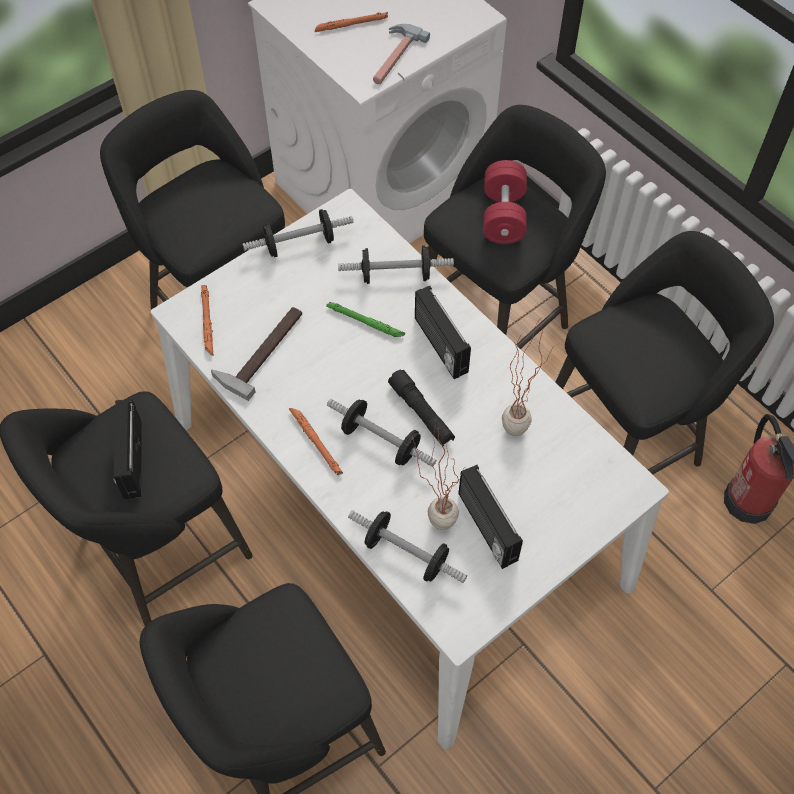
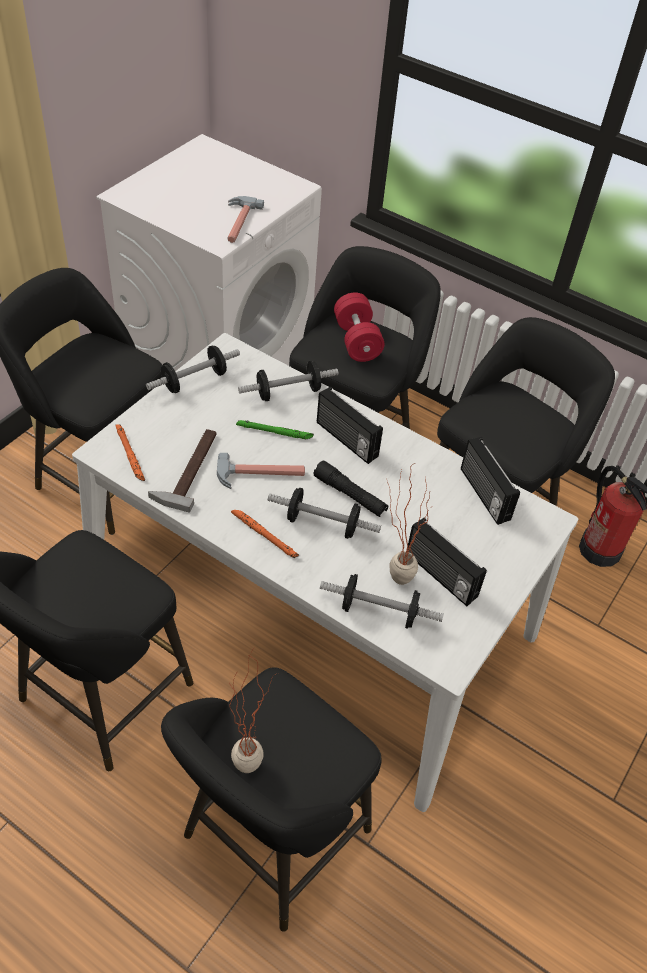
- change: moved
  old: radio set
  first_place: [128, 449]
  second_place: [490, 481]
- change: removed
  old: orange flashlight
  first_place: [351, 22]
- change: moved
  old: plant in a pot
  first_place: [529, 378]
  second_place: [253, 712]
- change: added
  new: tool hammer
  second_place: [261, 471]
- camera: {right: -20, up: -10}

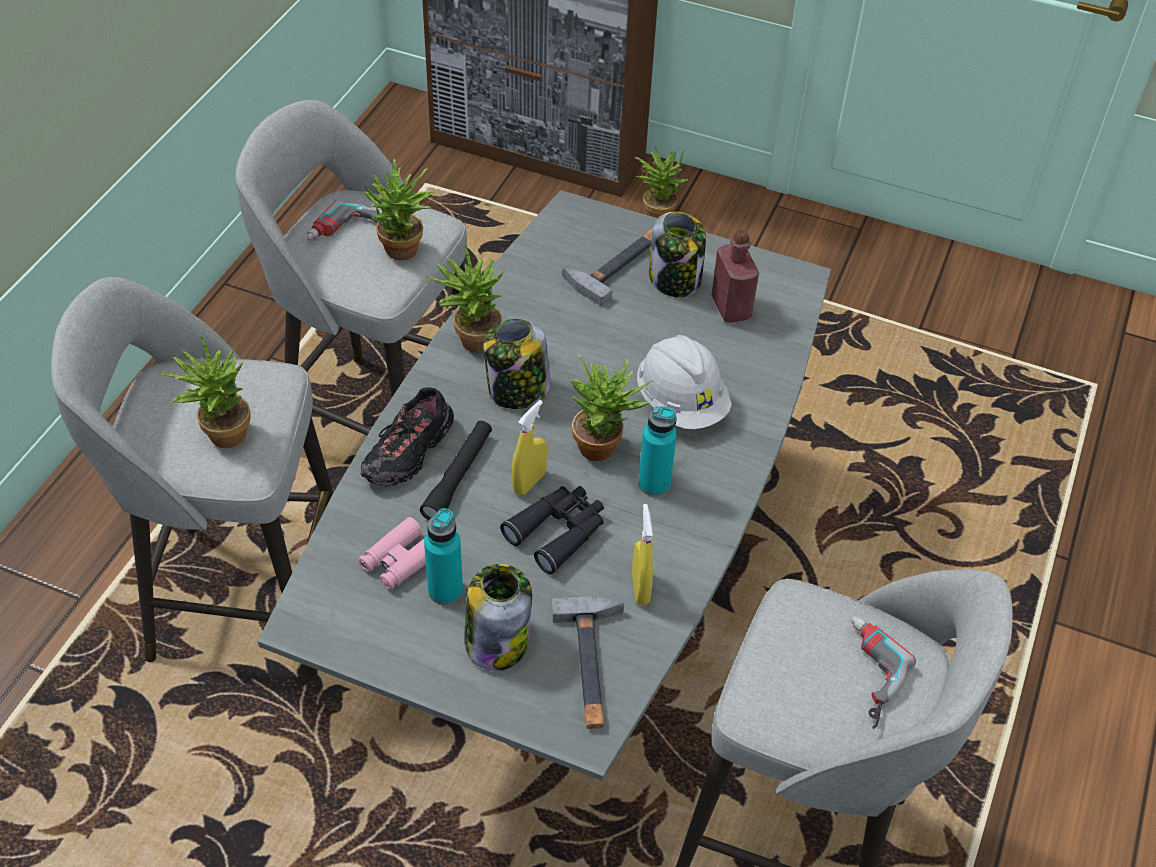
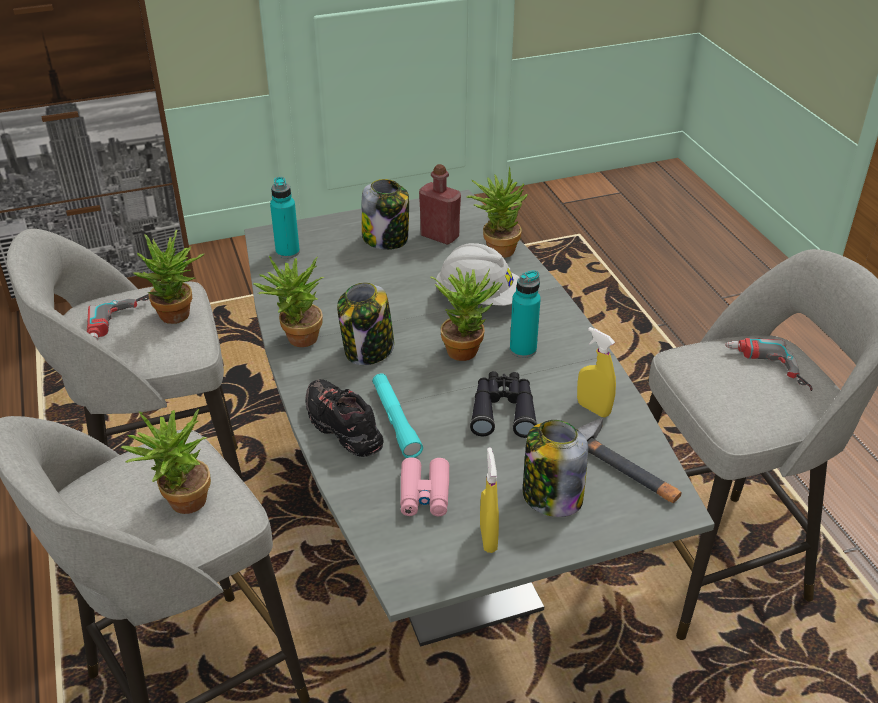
- change: turned
  old: black low shoe
  first_place: [407, 436]
  second_place: [344, 418]
  degrees: 150
- change: recoloured
  old: black flashlight
  new: blue-green flashlight
  first_place: [456, 470]
  second_place: [397, 415]
- change: moved
  old: blue-green bottle
  first_place: [443, 556]
  second_place: [285, 218]
- change: moved
  old: yellow sprayer
  first_place: [529, 447]
  second_place: [489, 500]
- change: removed
  old: tool hammer
  first_place: [607, 267]
- change: moved
  old: plant in a pot
  first_place: [661, 182]
  second_place: [497, 212]
- camera: {right: -40, up: -10}

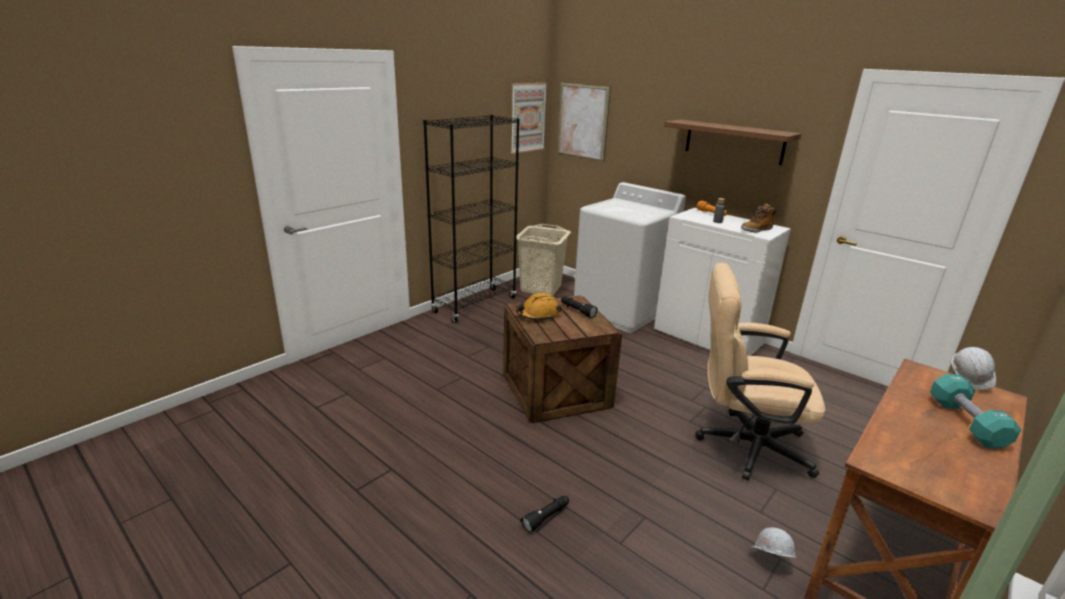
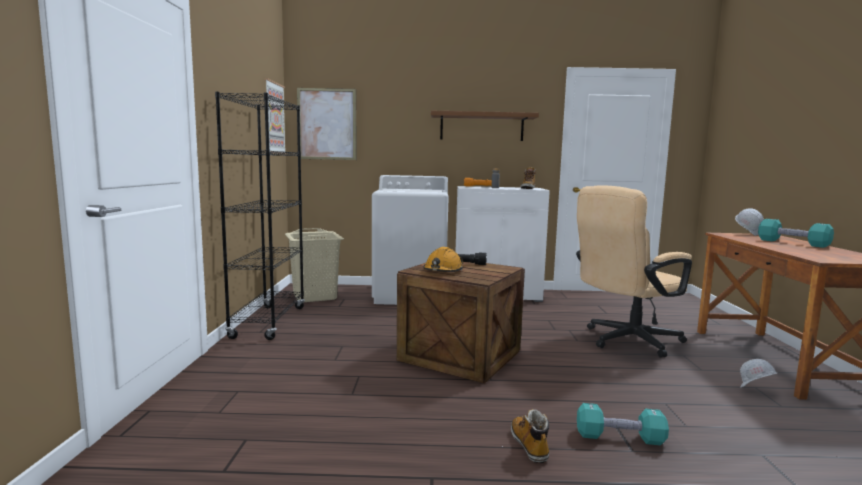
- change: replaced
  old: black flashlight
  new: blue-green hand weight
  first_place: [545, 514]
  second_place: [623, 424]
- change: added
  new: high-top boot
  second_place: [530, 436]
- camera: {right: -40, up: -15}

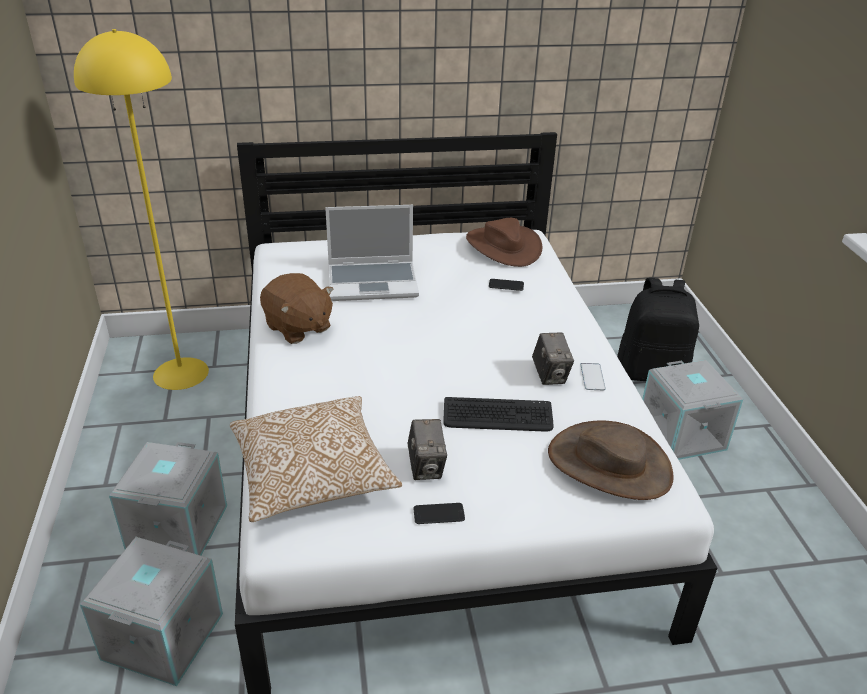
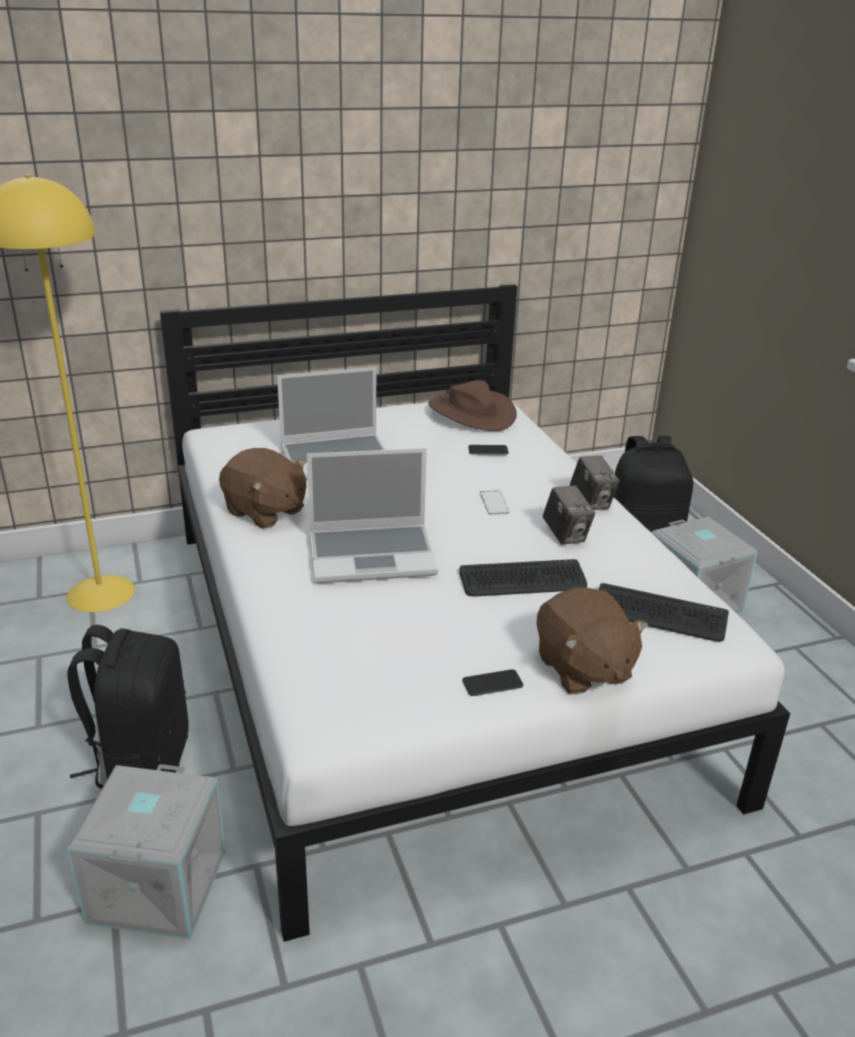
- change: replaced
  old: greyish storage bin
  new: black backpack
  first_place: [168, 498]
  second_place: [128, 707]
- change: removed
  old: throw pillow
  first_place: [316, 459]
- change: moved
  old: photo camera
  first_place: [427, 449]
  second_place: [595, 483]
- change: replaced
  old: brown clothing hat
  new: computer keyboard
  first_place: [611, 460]
  second_place: [663, 612]
- change: moved
  old: phone
  first_place: [593, 377]
  second_place: [494, 502]
- change: added
  new: notebook computer
  second_place: [372, 515]
- change: added
  new: brown cuddly toy
  second_place: [592, 641]
- camera: {right: -10, up: -5}

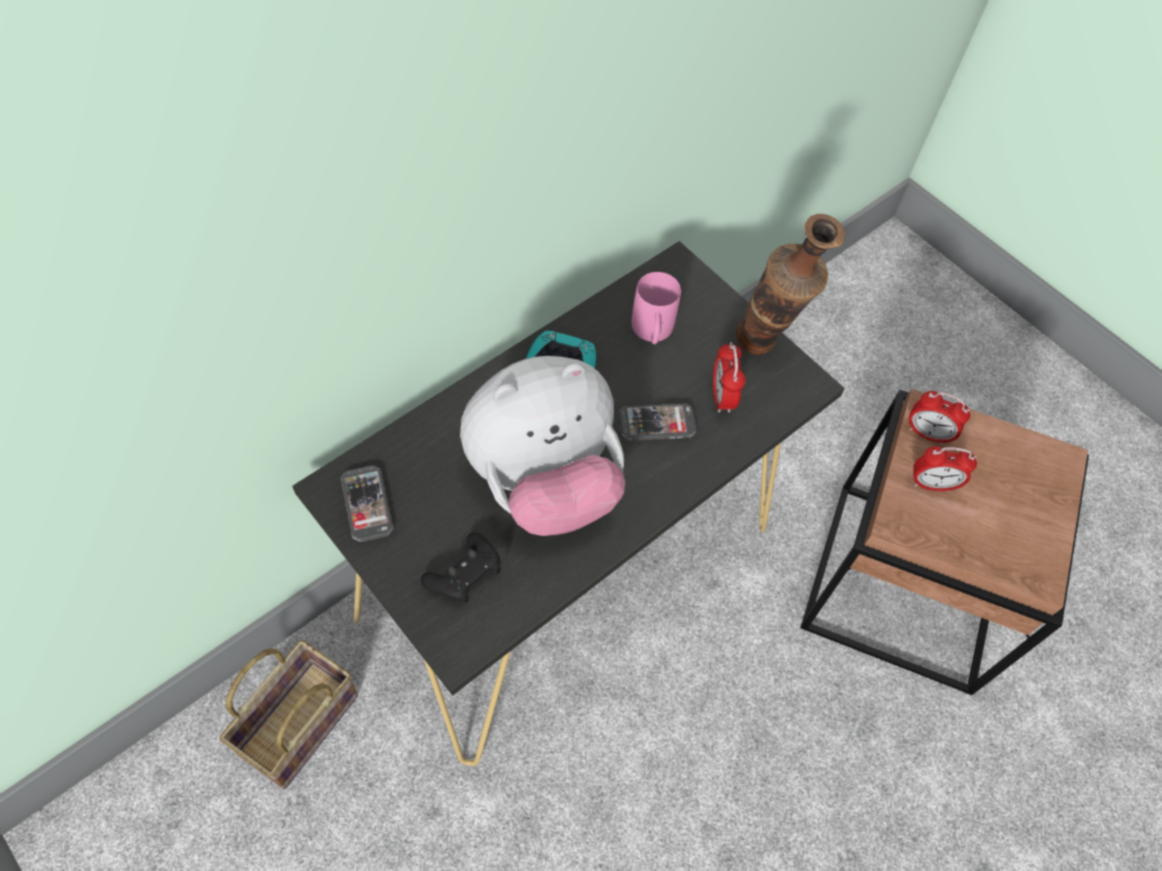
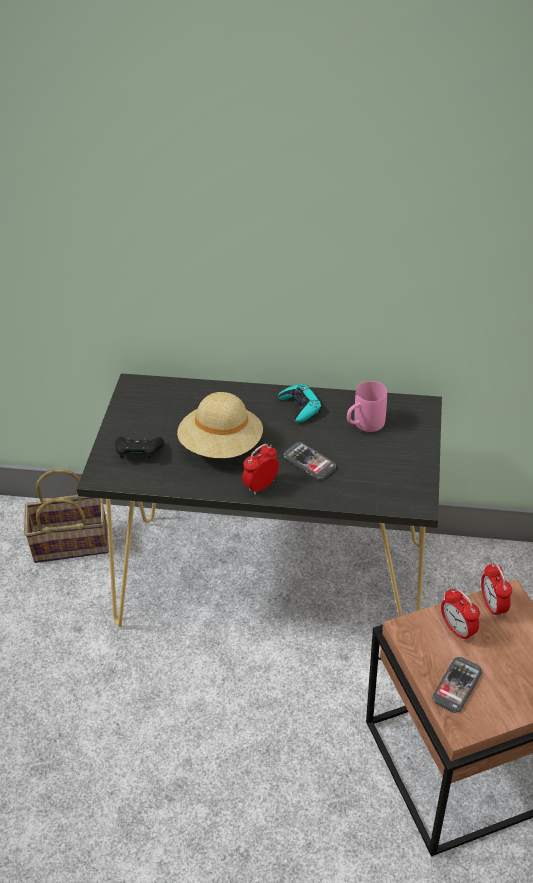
- change: moved
  old: phone
  first_place: [367, 503]
  second_place: [457, 685]
- change: replaced
  old: cuddly toy
  new: beige clothing hat
  first_place: [542, 446]
  second_place: [220, 425]
- change: moved
  old: bedside clock
  first_place: [729, 377]
  second_place: [260, 469]
- change: removed
  old: decorative vase
  first_place: [790, 284]
- camera: {right: 55, up: -15}

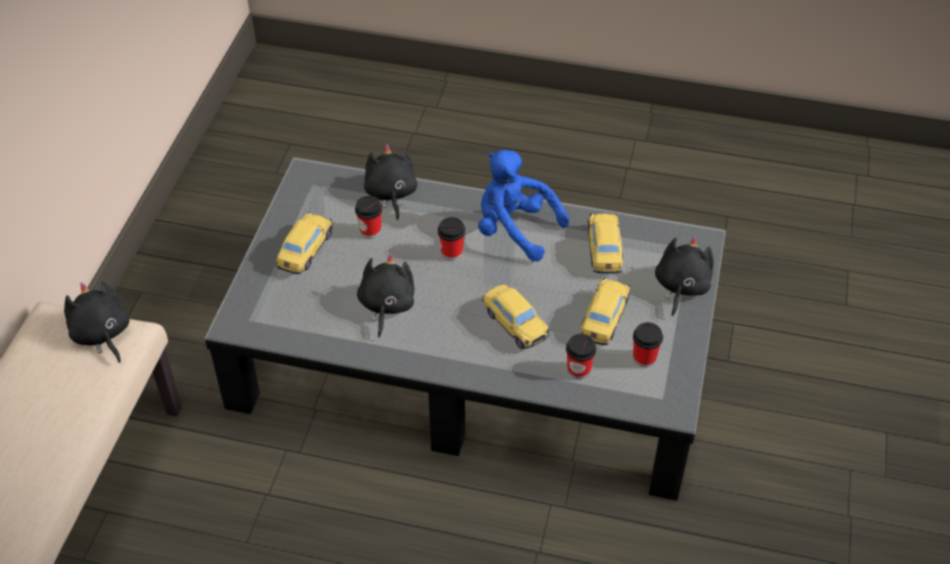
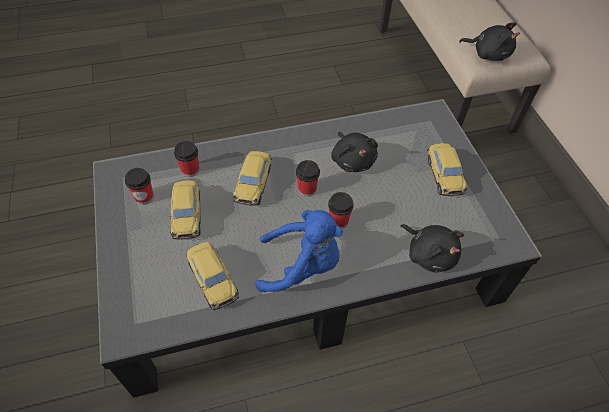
- change: moved
  old: cup
  first_place: [368, 217]
  second_place: [308, 178]
- change: turned
  old: miniature car
  first_place: [516, 316]
  second_place: [252, 178]
  degrees: -105
- change: removed
  old: black cuddly toy
  first_place: [684, 276]
- camera: {right: 150, up: 5}

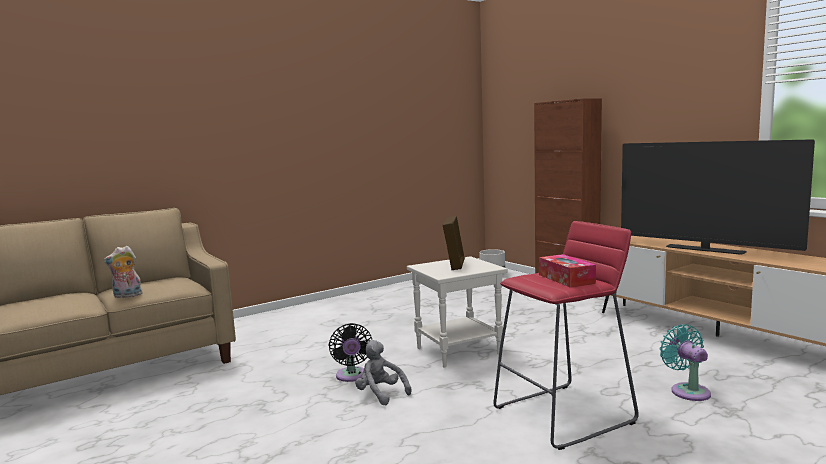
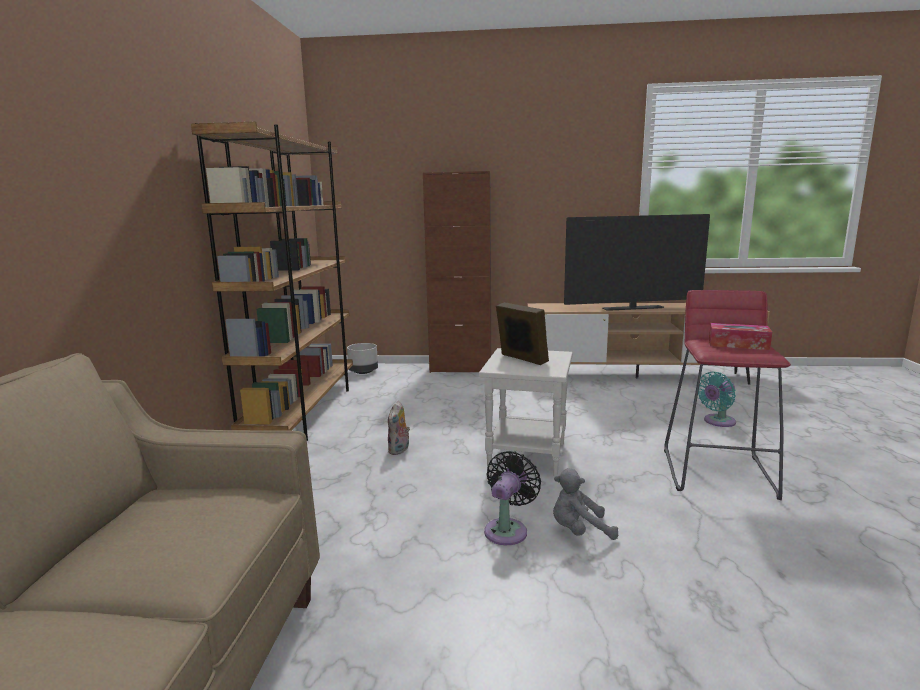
- change: moved
  old: cuddly toy
  first_place: [123, 272]
  second_place: [399, 428]
- change: turned
  old: black fan
  first_place: [350, 352]
  second_place: [512, 498]
  degrees: -90
- change: turned
  old: blue-green fan
  first_place: [685, 362]
  second_place: [717, 399]
  degrees: -60
- change: added
  new: brown bookshelf
  second_place: [272, 281]
- camera: {right: -50, up: 5}

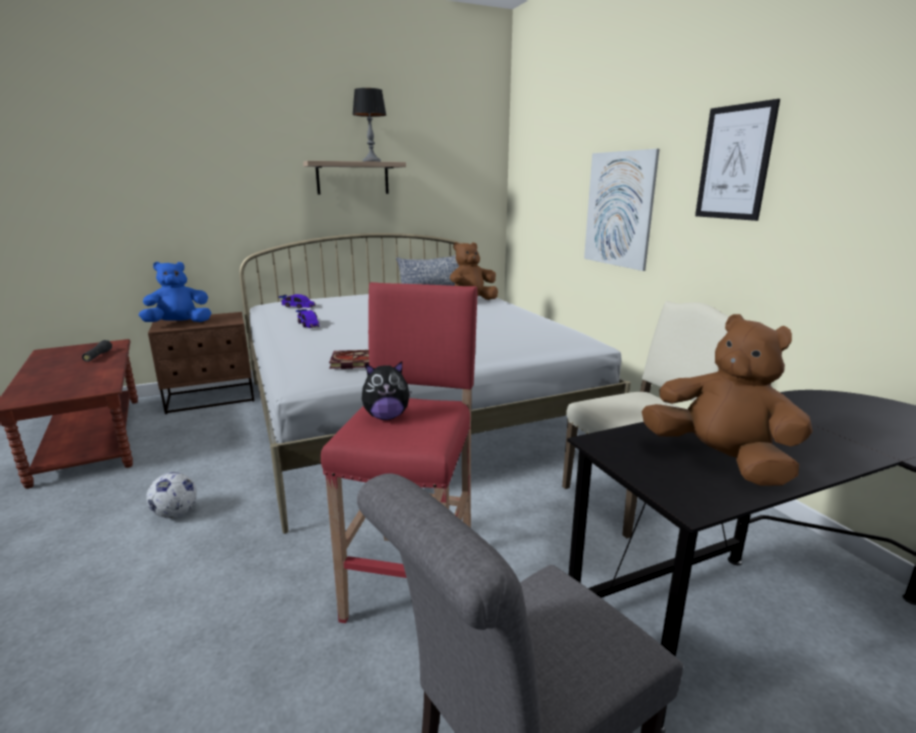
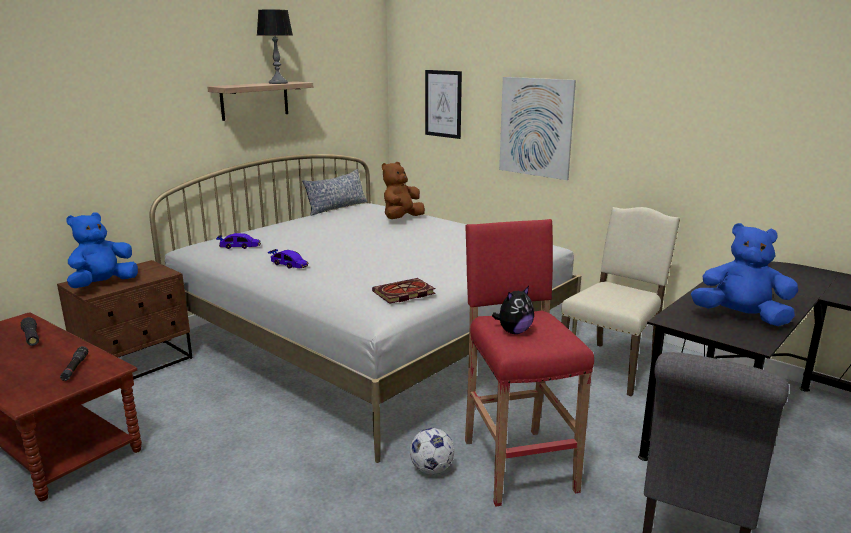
- change: moved
  old: football ball
  first_place: [171, 495]
  second_place: [432, 451]
- change: recoloured
  old: brown cuddly toy
  new: blue cuddly toy
  first_place: [727, 400]
  second_place: [744, 274]
- change: moved
  old: wall picture
  first_place: [737, 160]
  second_place: [443, 104]
- change: added
  new: black flashlight
  second_place: [74, 363]
- camera: {right: -25, up: 0}

